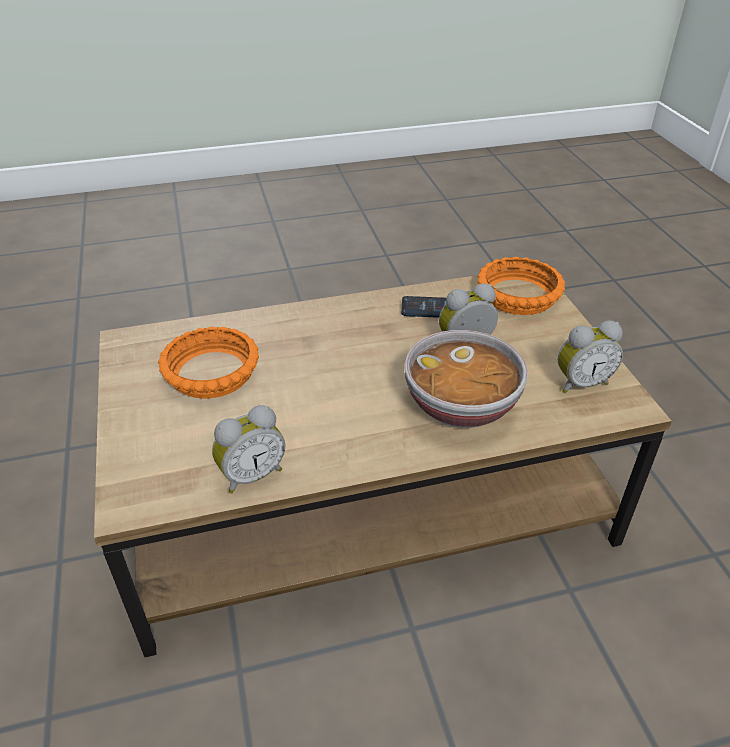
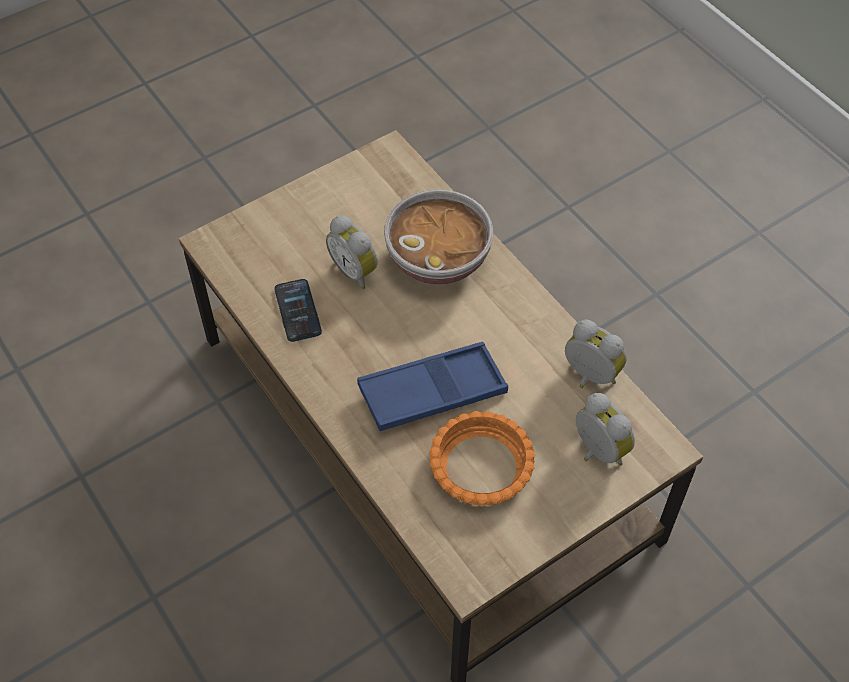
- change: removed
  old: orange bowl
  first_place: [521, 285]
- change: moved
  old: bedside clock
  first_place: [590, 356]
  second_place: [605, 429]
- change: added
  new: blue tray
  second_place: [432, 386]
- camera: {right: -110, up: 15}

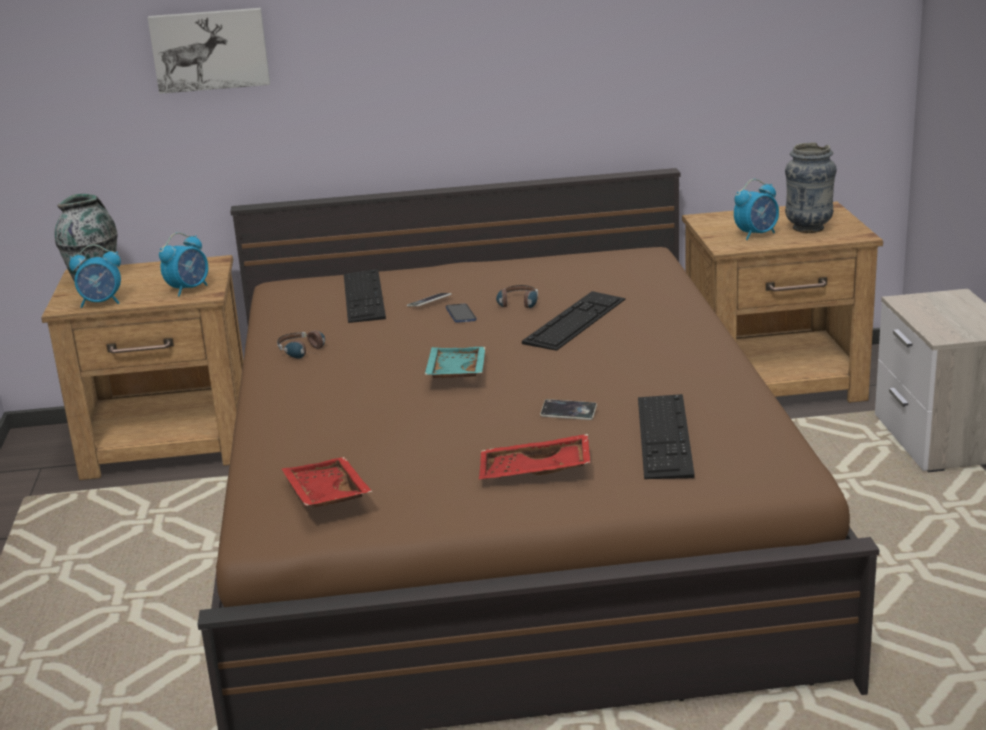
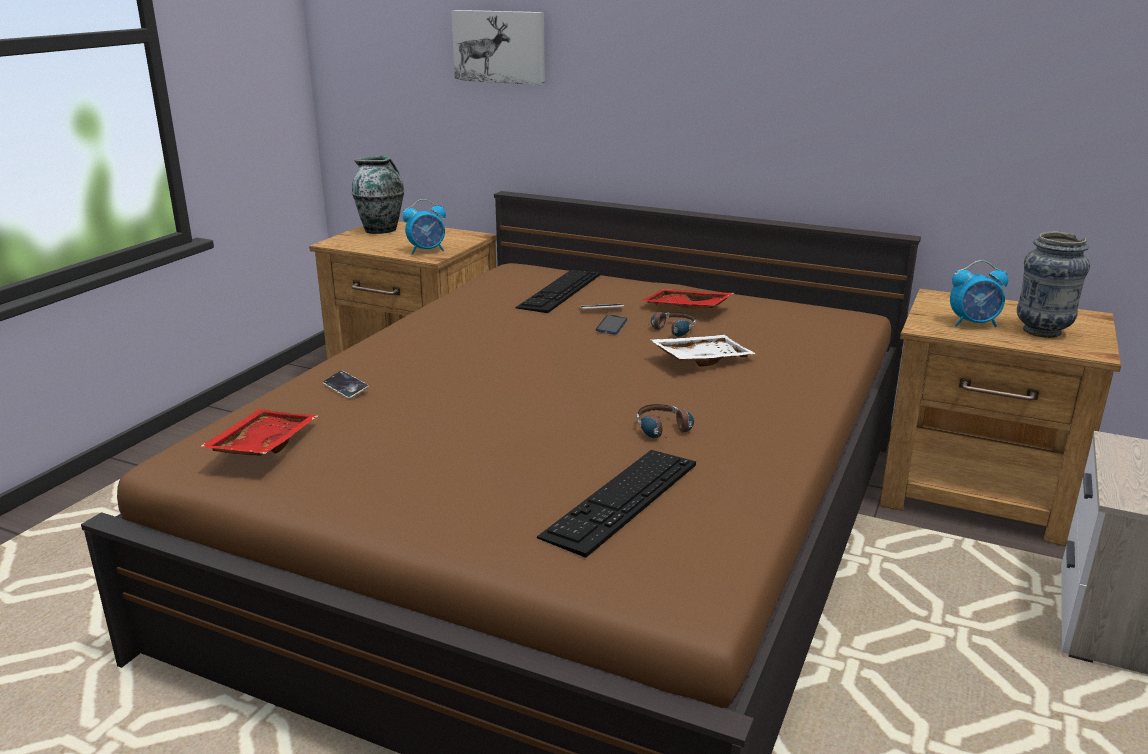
- change: removed
  old: bedside clock
  first_place: [95, 276]
- change: moved
  old: headphones
  first_place: [301, 345]
  second_place: [665, 421]
- change: removed
  old: blue-green tray
  first_place: [454, 362]
- change: moved
  old: red tray
  first_place: [534, 456]
  second_place: [687, 299]
- change: replaced
  old: computer keyboard
  new: white-coloured tray
  first_place: [573, 321]
  second_place: [703, 350]
- change: moved
  old: phone
  first_place: [568, 409]
  second_place: [346, 385]
- camera: {right: 30, up: 0}

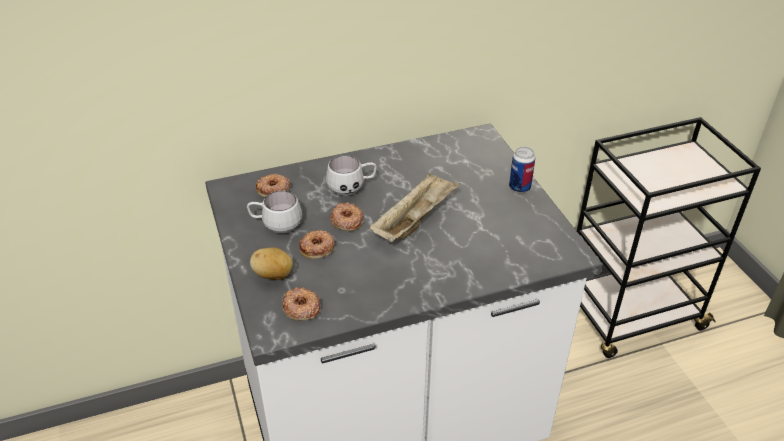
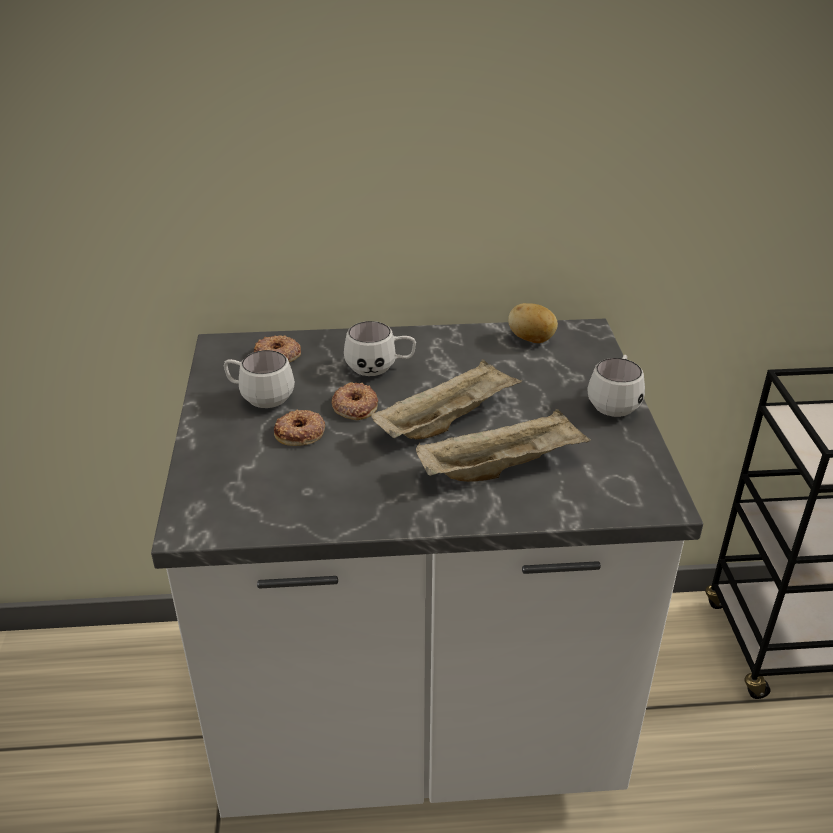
- change: moved
  old: whole potato
  first_place: [271, 263]
  second_place: [533, 323]
- change: removed
  old: ring doughnut
  first_place: [302, 303]
- change: replaced
  old: metal can
  new: white-coloured tea mug
  first_place: [522, 170]
  second_place: [616, 386]
- change: added
  new: beige tray
  second_place: [503, 445]
- camera: {right: 15, up: -5}

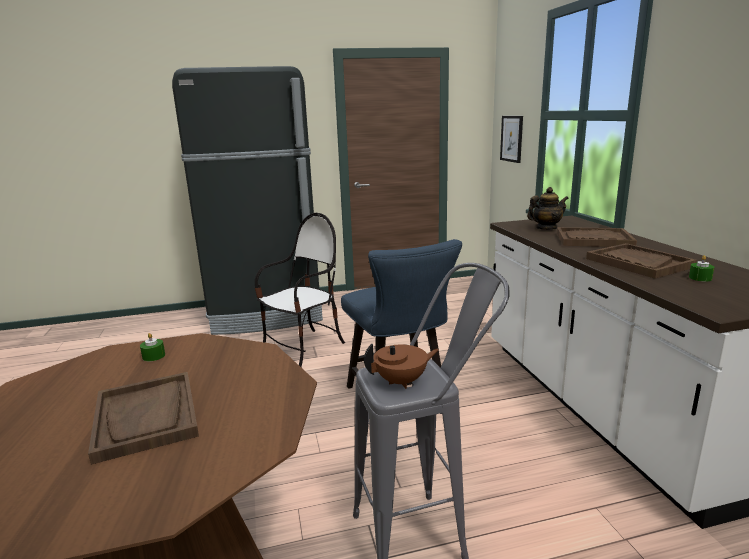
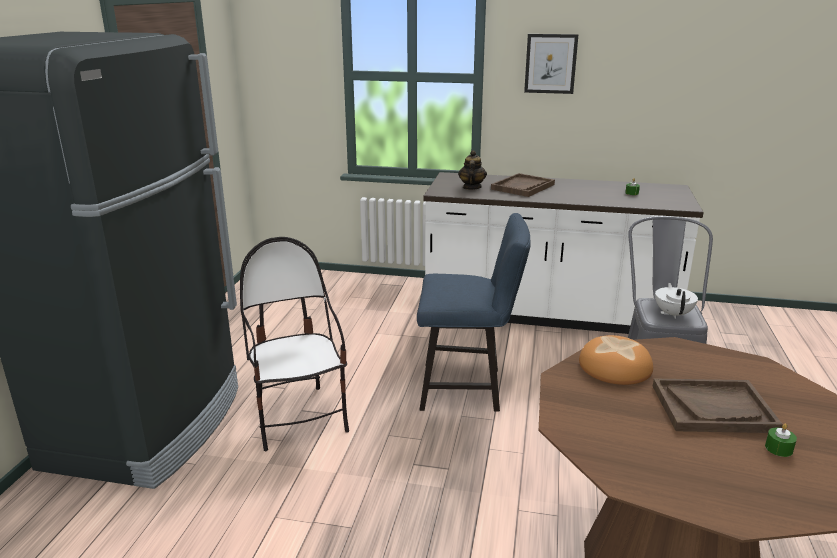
- change: moved
  old: green wax light
  first_place: [152, 347]
  second_place: [781, 440]
- change: recoloured
  old: brown pot for tea
  new: white-coloured pot for tea
  first_place: [401, 366]
  second_place: [676, 301]
- change: moved
  old: wall picture
  first_place: [511, 139]
  second_place: [551, 64]
- change: removed
  old: brown tray
  first_place: [641, 260]
- change: added
  new: bread
  second_place: [616, 360]
- camera: {right: -65, up: 5}

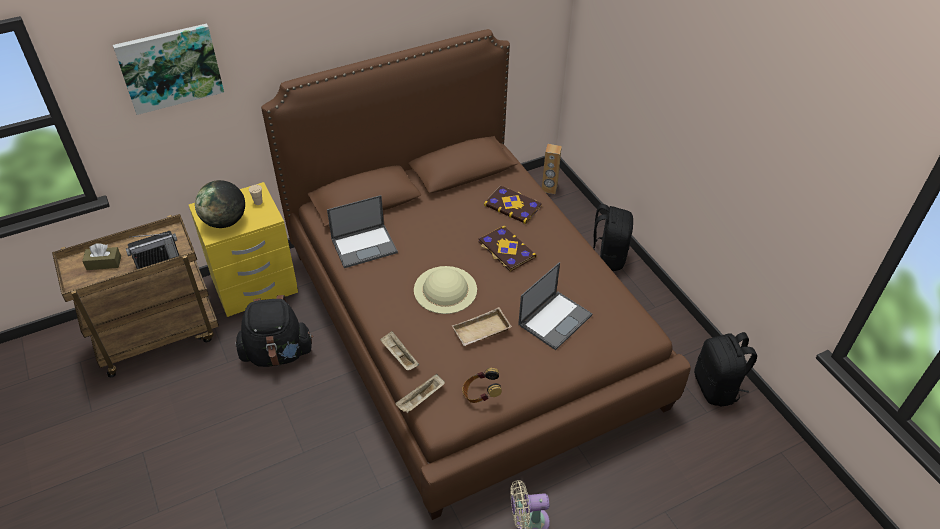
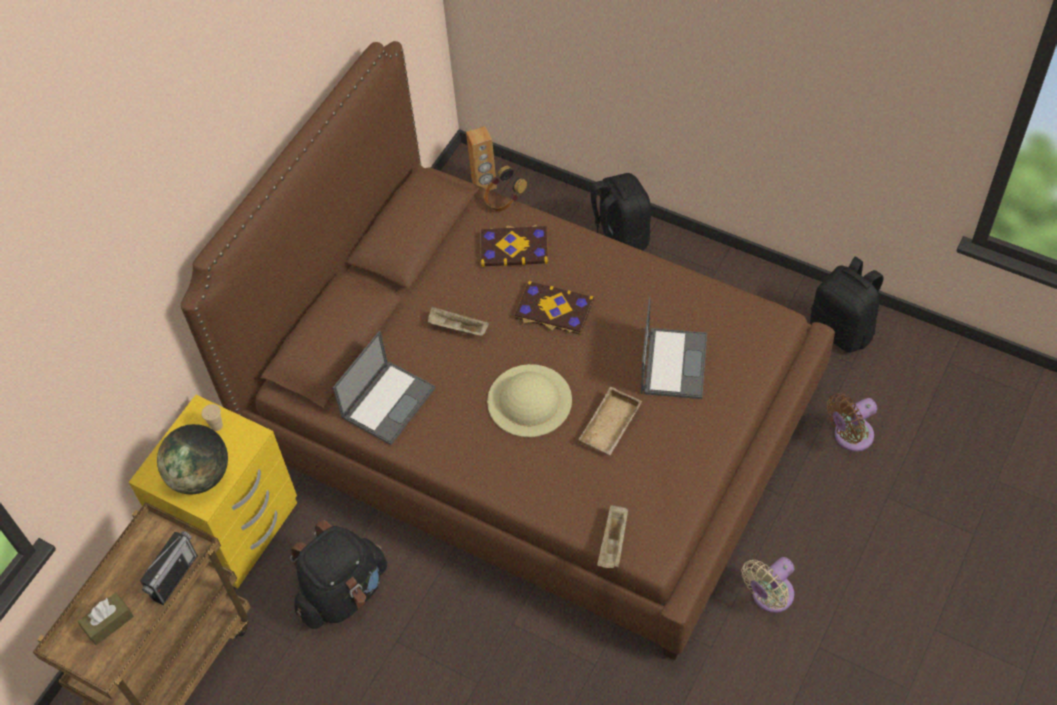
- change: removed
  old: wall picture
  first_place: [168, 69]
- change: moved
  old: beige tray
  first_place: [399, 350]
  second_place: [458, 321]
- change: moved
  old: headphones
  first_place: [482, 385]
  second_place: [505, 188]
- change: added
  new: brown fan
  second_place: [852, 422]
- camera: {right: -30, up: 10}

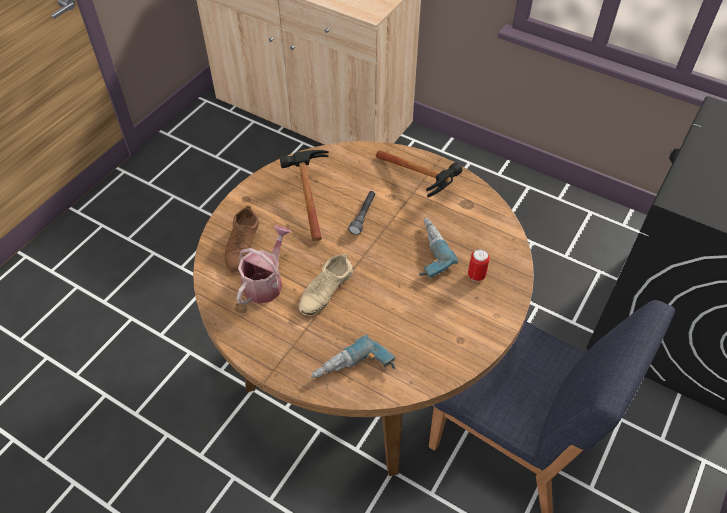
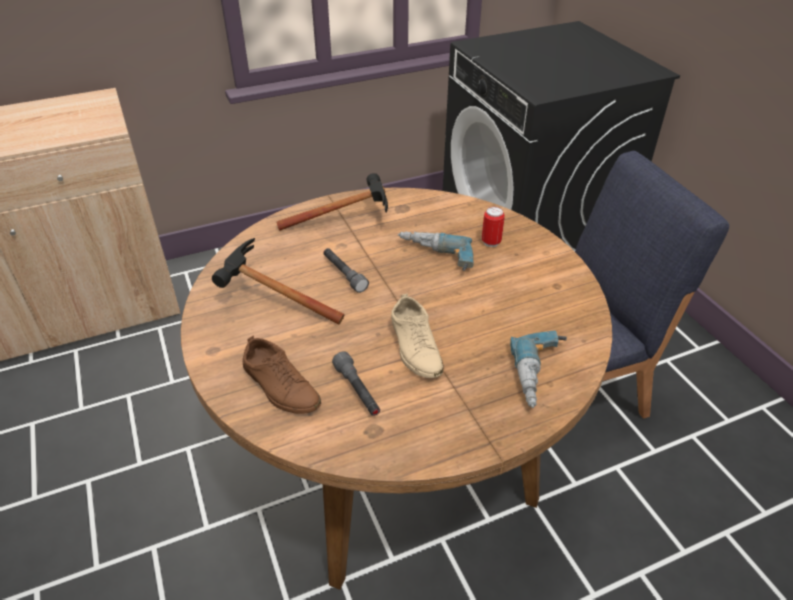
- change: replaced
  old: sprinkling can
  new: greyish flashlight
  first_place: [264, 265]
  second_place: [356, 383]
- camera: {right: -55, up: -10}

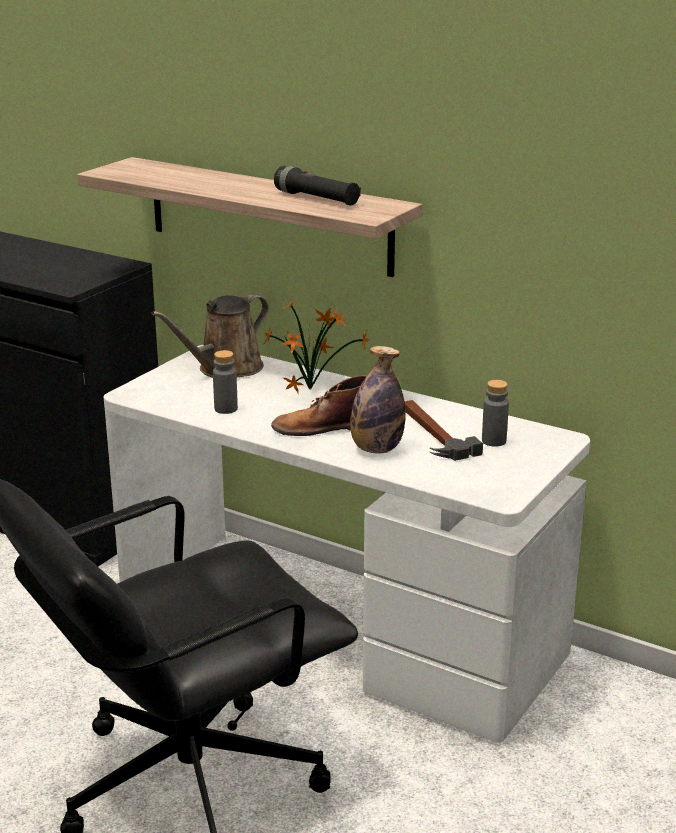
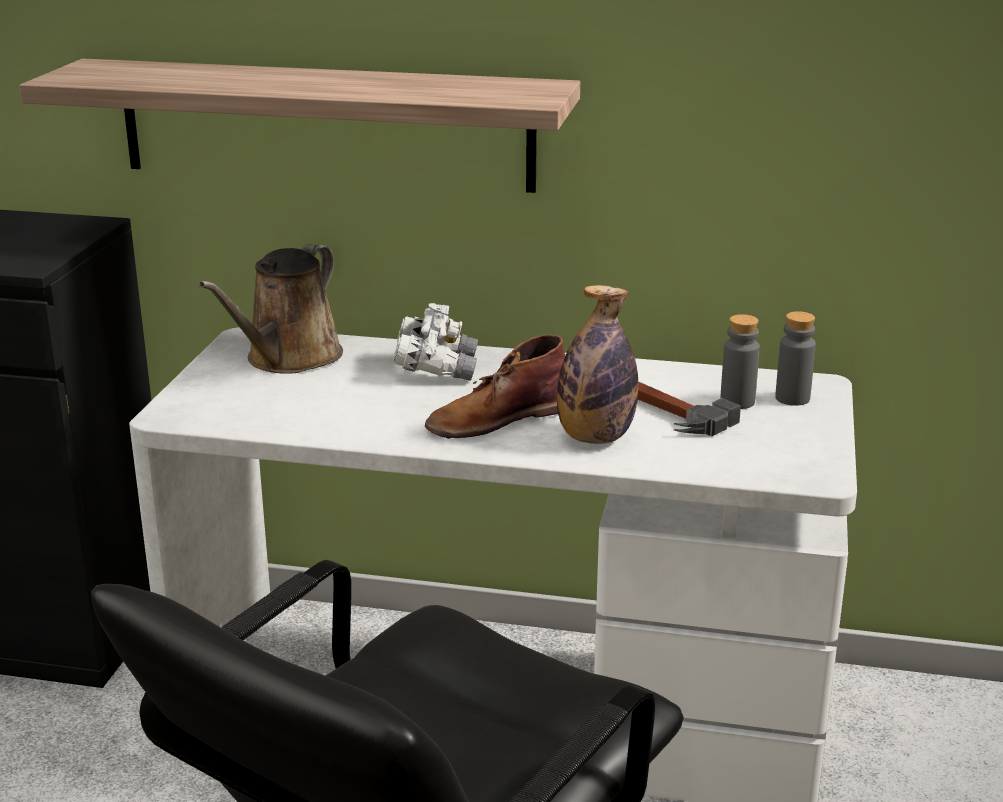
- change: moved
  old: greyish bottle
  first_place: [225, 382]
  second_place: [795, 358]
- change: replaced
  old: plant in a pot
  new: white-coloured pair of binoculars
  first_place: [317, 347]
  second_place: [435, 342]
- change: removed
  old: black flashlight
  first_place: [317, 185]
- camera: {right: -20, up: 0}

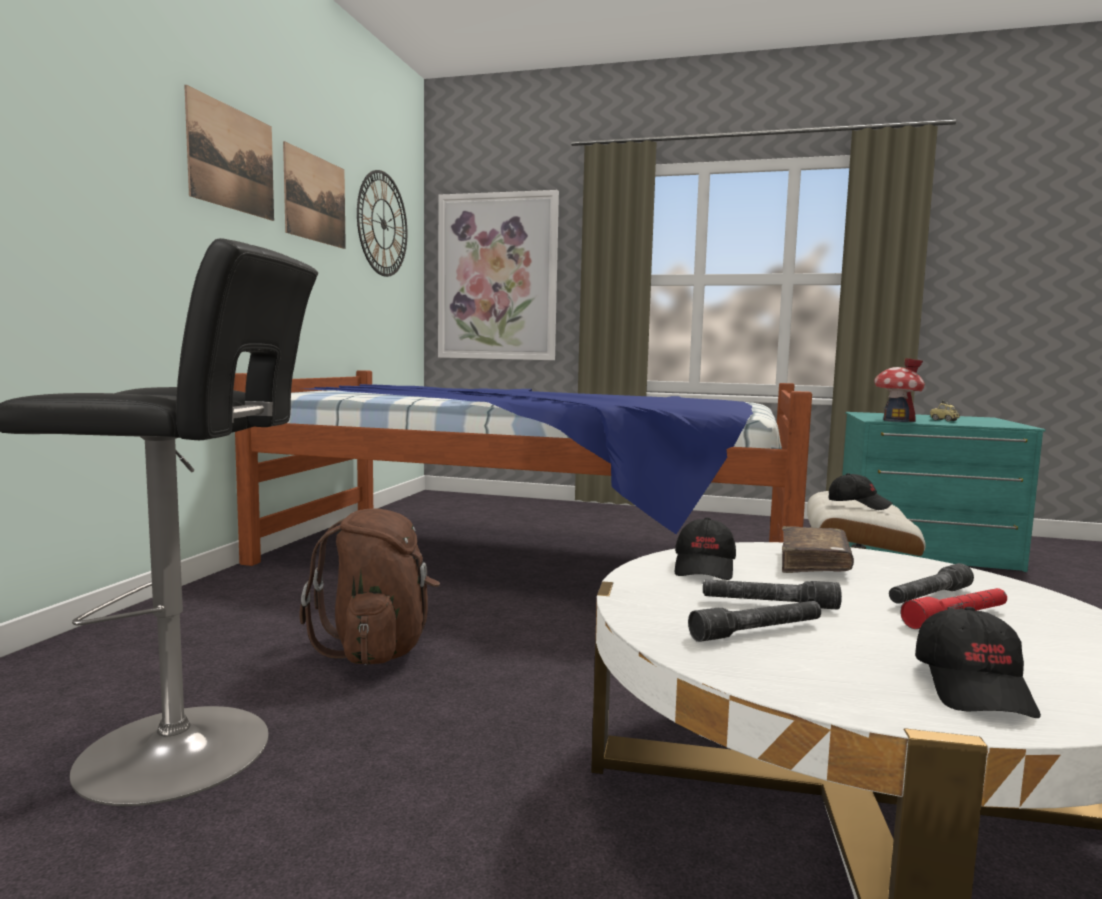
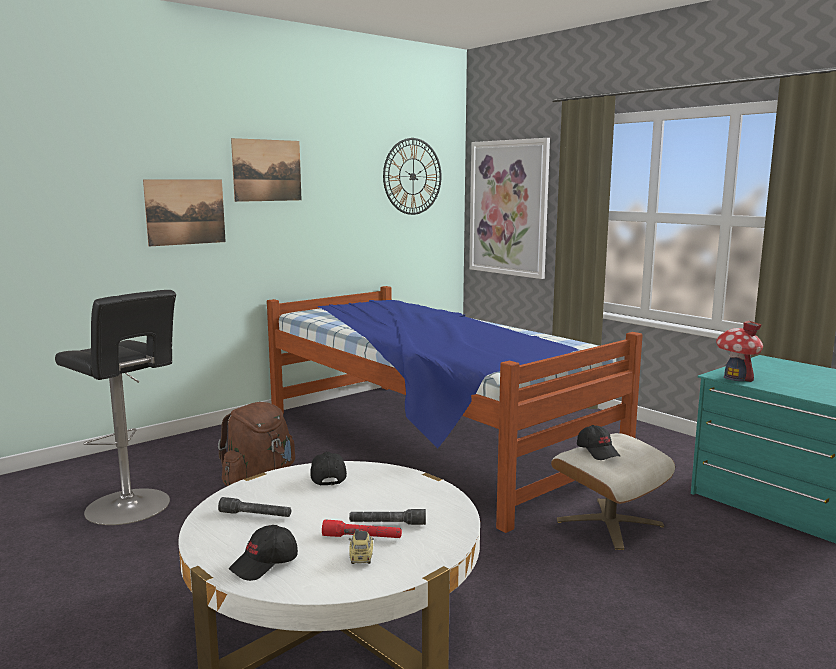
- change: moved
  old: wall picture
  first_place: [314, 195]
  second_place: [184, 213]
- change: turned
  old: black baseball cap
  first_place: [705, 548]
  second_place: [328, 468]
  degrees: 120
- change: removed
  old: greyish flashlight
  first_place: [772, 595]
- change: removed
  old: brown volume
  first_place: [818, 549]
- change: moved
  old: miniature car
  first_place: [945, 411]
  second_place: [361, 547]
- camera: {right: 35, up: 5}

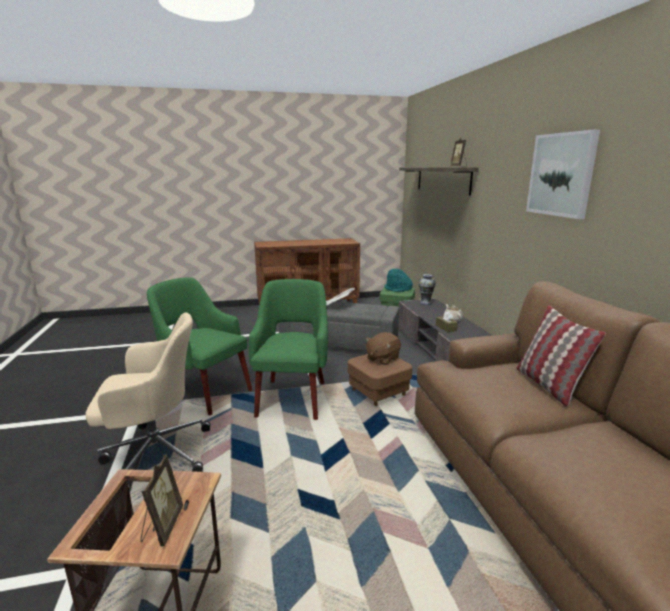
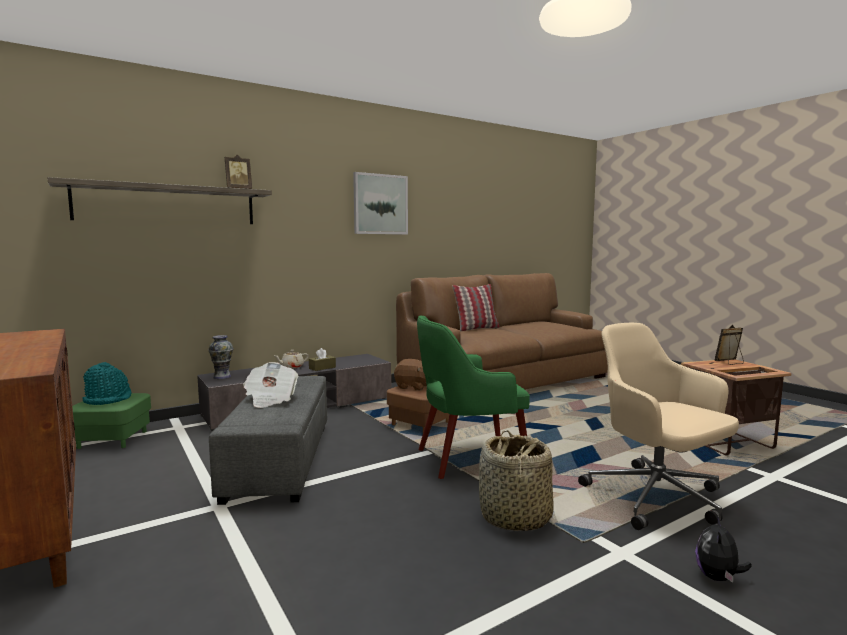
- change: replaced
  old: green easy chair
  new: basket
  first_place: [199, 346]
  second_place: [516, 480]
- change: added
  new: cuddly toy
  second_place: [723, 549]
- camera: {right: -110, up: -10}

